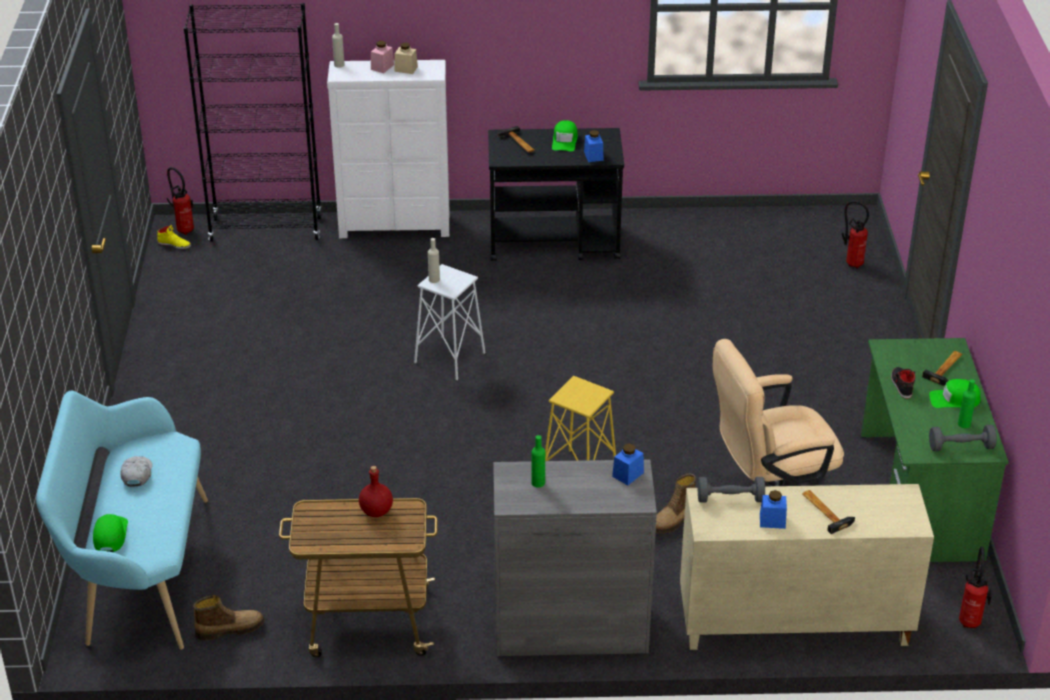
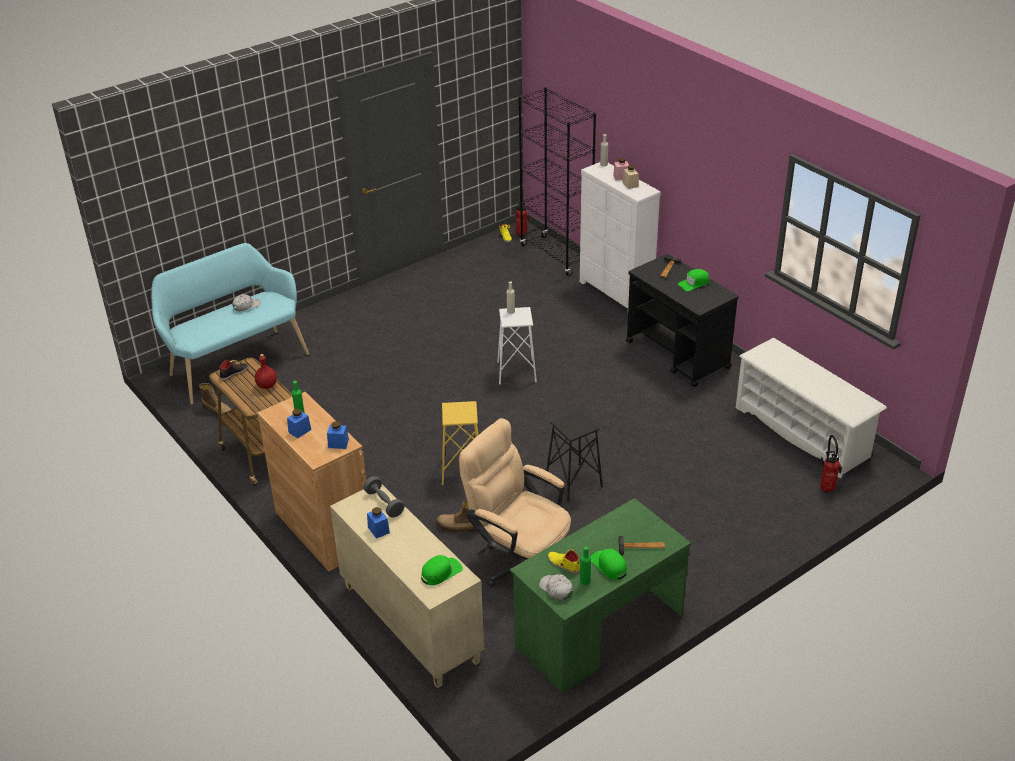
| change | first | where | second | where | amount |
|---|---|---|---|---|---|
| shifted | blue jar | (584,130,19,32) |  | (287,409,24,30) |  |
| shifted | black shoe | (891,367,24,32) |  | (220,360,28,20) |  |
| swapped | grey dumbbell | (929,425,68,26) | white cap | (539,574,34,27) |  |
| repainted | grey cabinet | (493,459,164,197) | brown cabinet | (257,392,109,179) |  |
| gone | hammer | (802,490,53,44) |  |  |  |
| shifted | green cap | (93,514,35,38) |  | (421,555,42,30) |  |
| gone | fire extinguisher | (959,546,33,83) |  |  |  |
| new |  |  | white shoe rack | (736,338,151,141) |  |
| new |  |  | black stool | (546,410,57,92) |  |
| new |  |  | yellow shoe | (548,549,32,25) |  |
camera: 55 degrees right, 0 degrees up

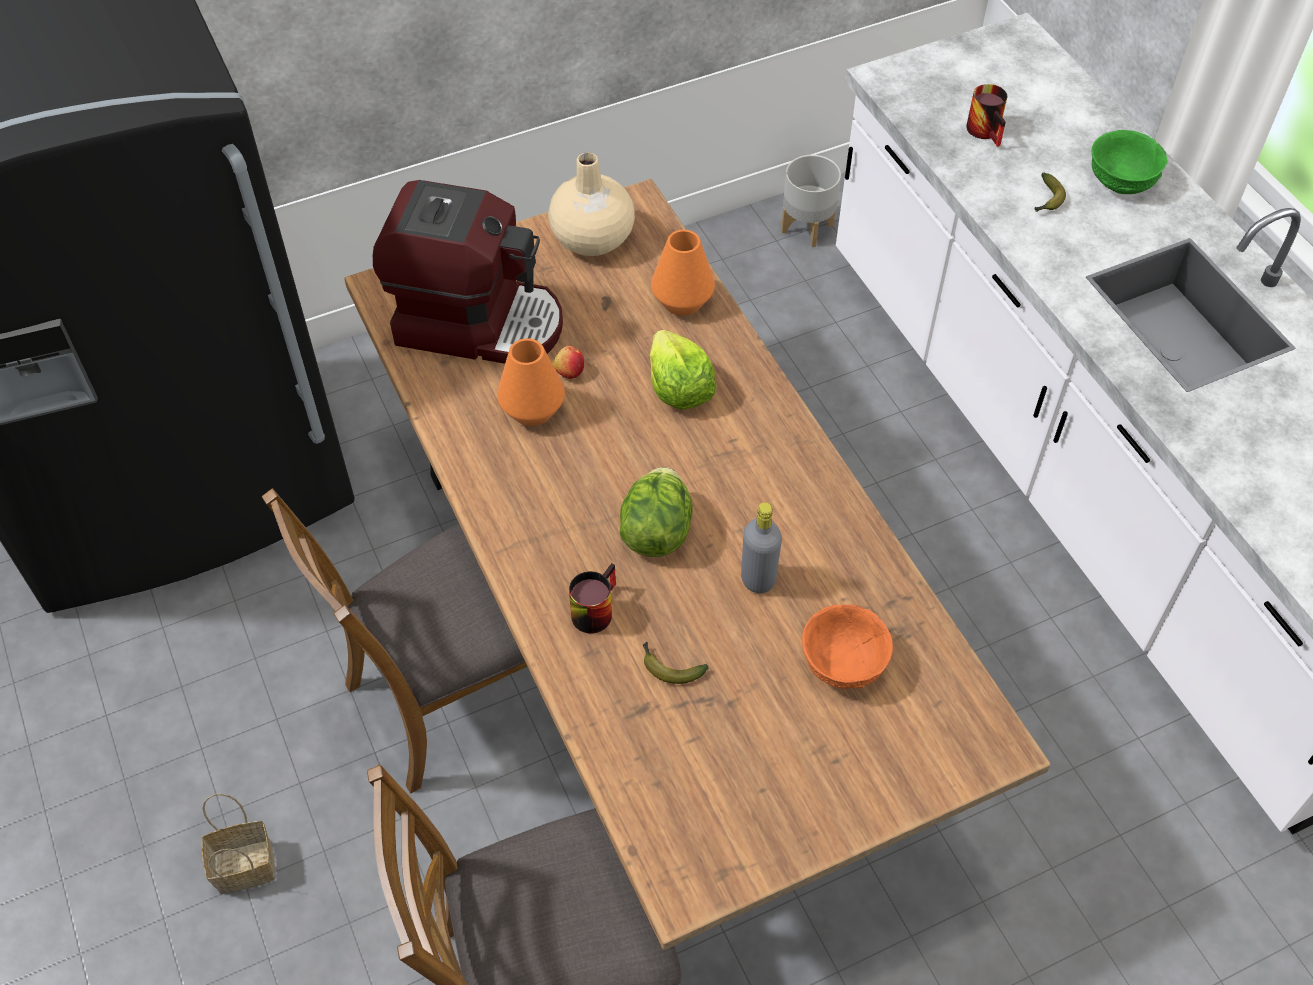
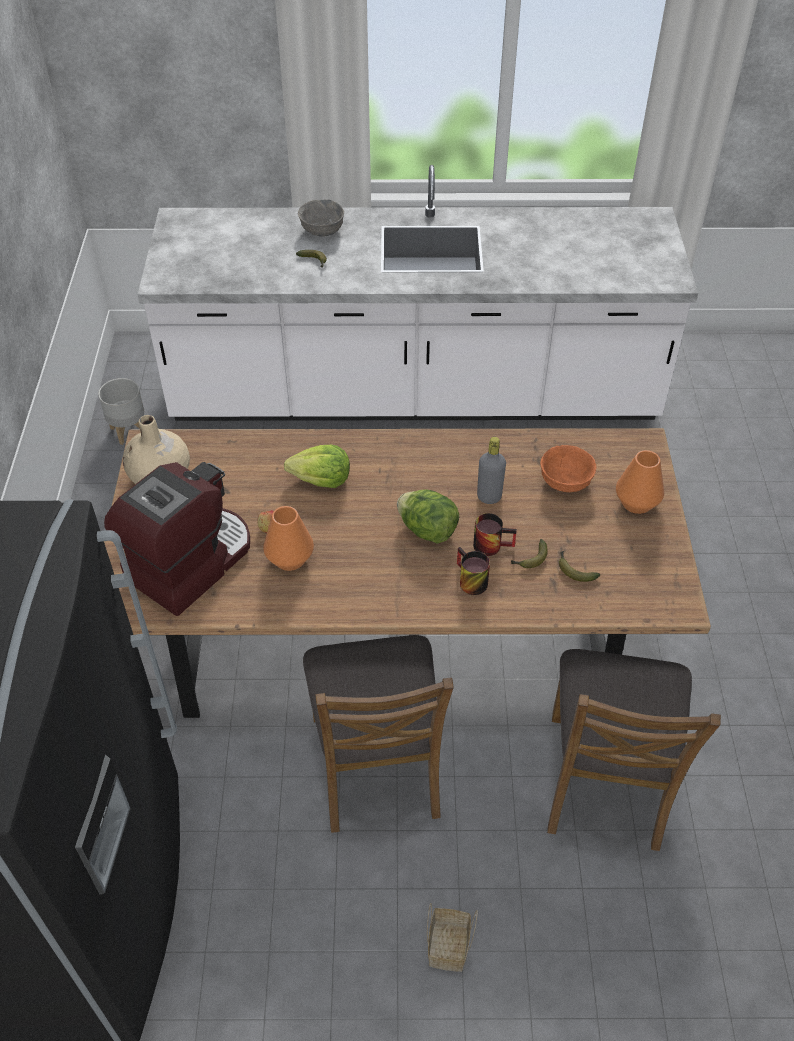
| change | first | where | second | where | amount |
|---|---|---|---|---|---|
| shifted | mug | (966,84,41,63) |  | (473,513,44,43) |  |
| repainted | green bowl | (1091,130,76,64) | grey bowl | (298,200,46,37) |  |
| shifted | orange vase | (651,229,64,87) |  | (616,450,48,64) |  |
| new |  |  | banana | (559,551,41,31) |  |
camera: 65 degrees left, 5 degrees down

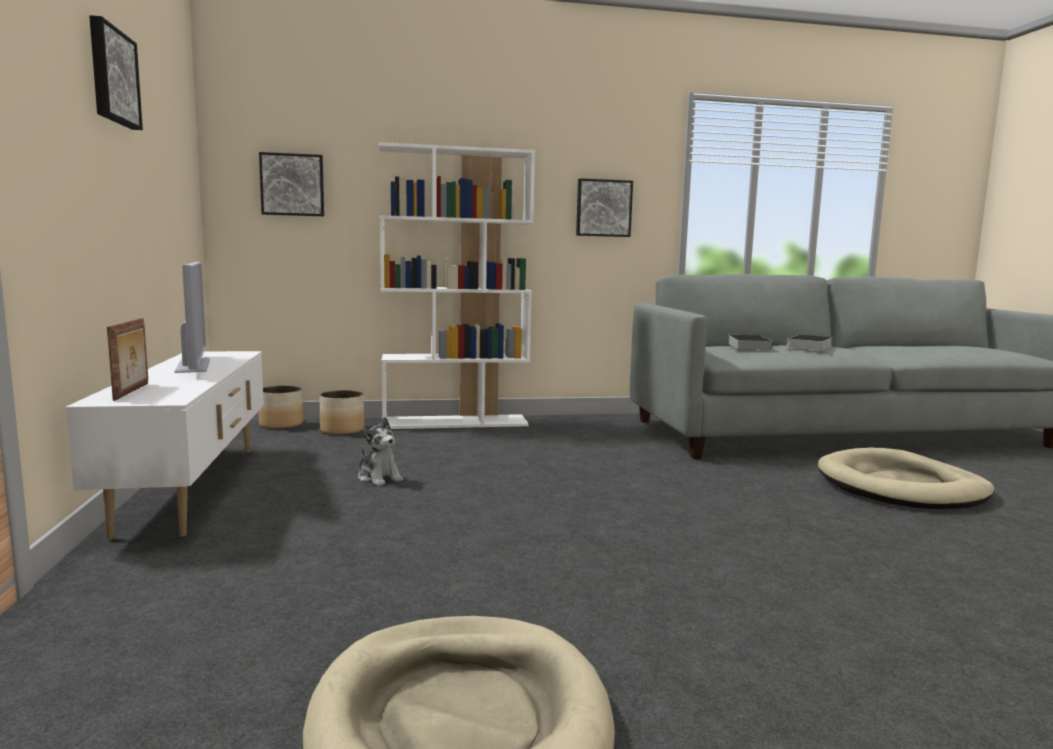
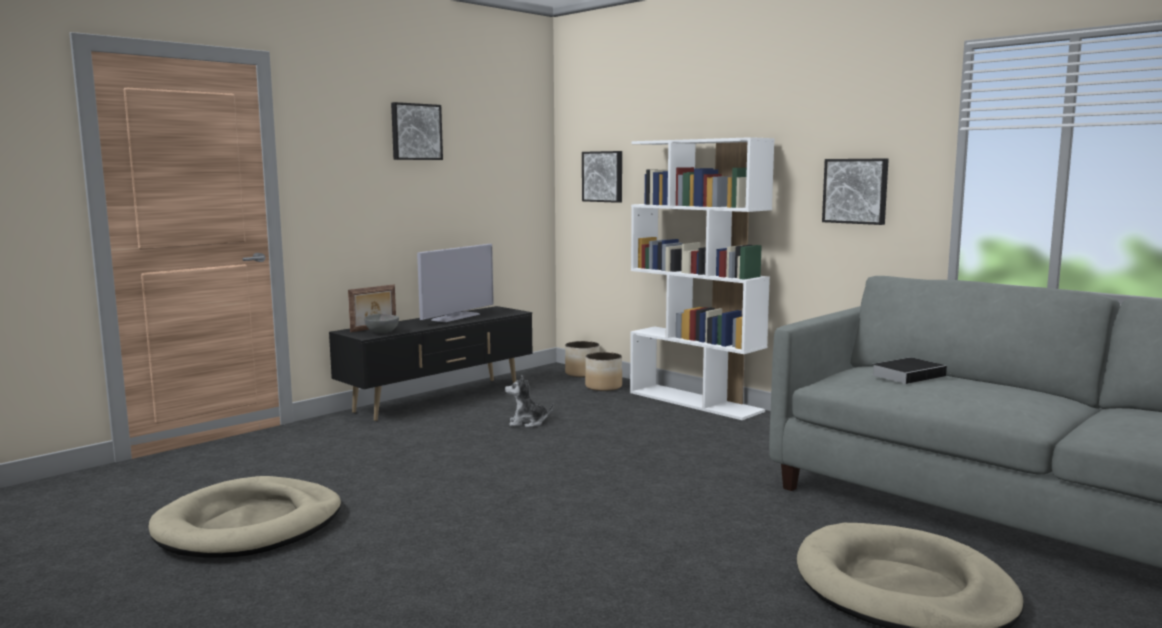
| change | first | where | second | where | amount |
|---|---|---|---|---|---|
| gone | book | (786,335,47,16) |  |  |  |
| repainted | white tv stand | (66,351,198,189) | black tv stand | (329,306,203,115) |  |
| rotated | plush toy | (358,417,45,69) |  | (505,375,49,53) | 75 degrees clockwise |
| new |  |  | grey bowl | (364,314,35,19) |  |
camera: 55 degrees right, 0 degrees up

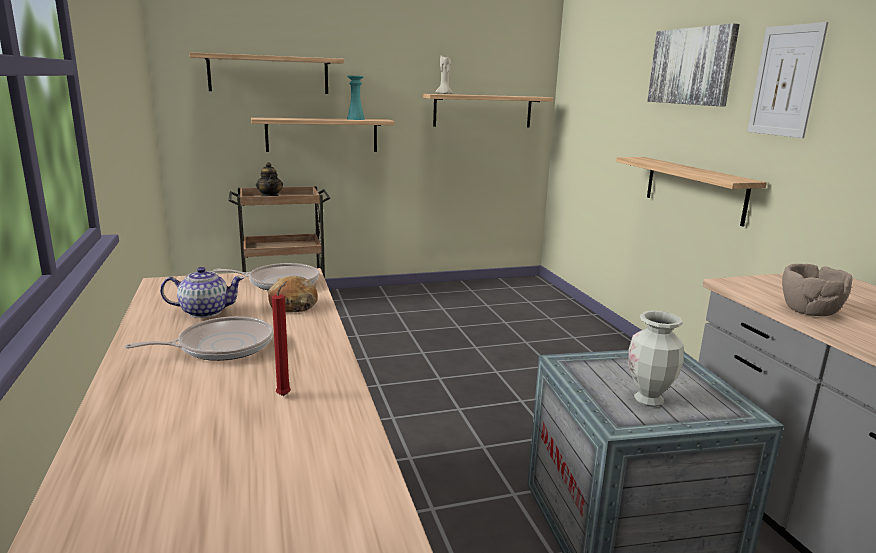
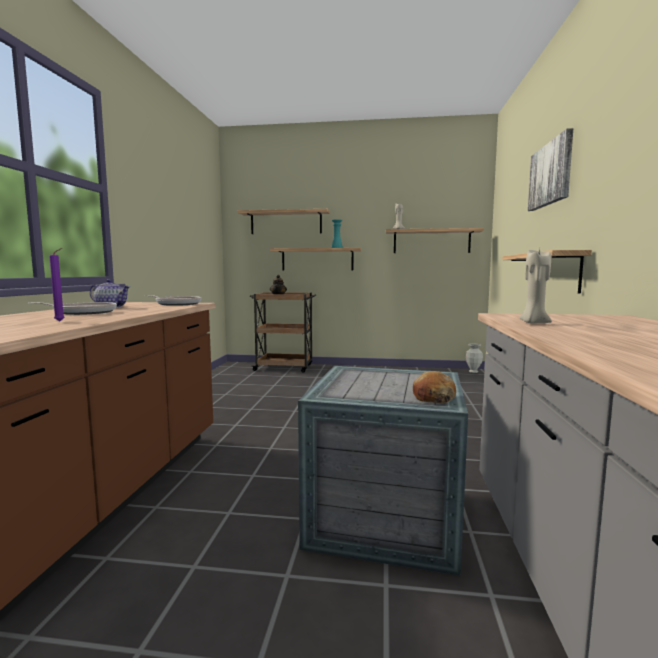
| change | first | where | second | where | amount |
|---|---|---|---|---|---|
| gone | picture | (747,22,82,116) |  |  |  |
| swapped | brown bowl | (782,264,70,52) | beige candle | (520,248,32,75) |  |
| shifted | bread | (268,276,50,37) |  | (413,371,43,32) |  |
| repainted | red candle | (272,281,19,115) | purple candle | (49,248,16,73) |  |
| shifted | vase | (628,311,56,96) |  | (466,344,17,29) |  |
camera: 25 degrees right, 10 degrees down

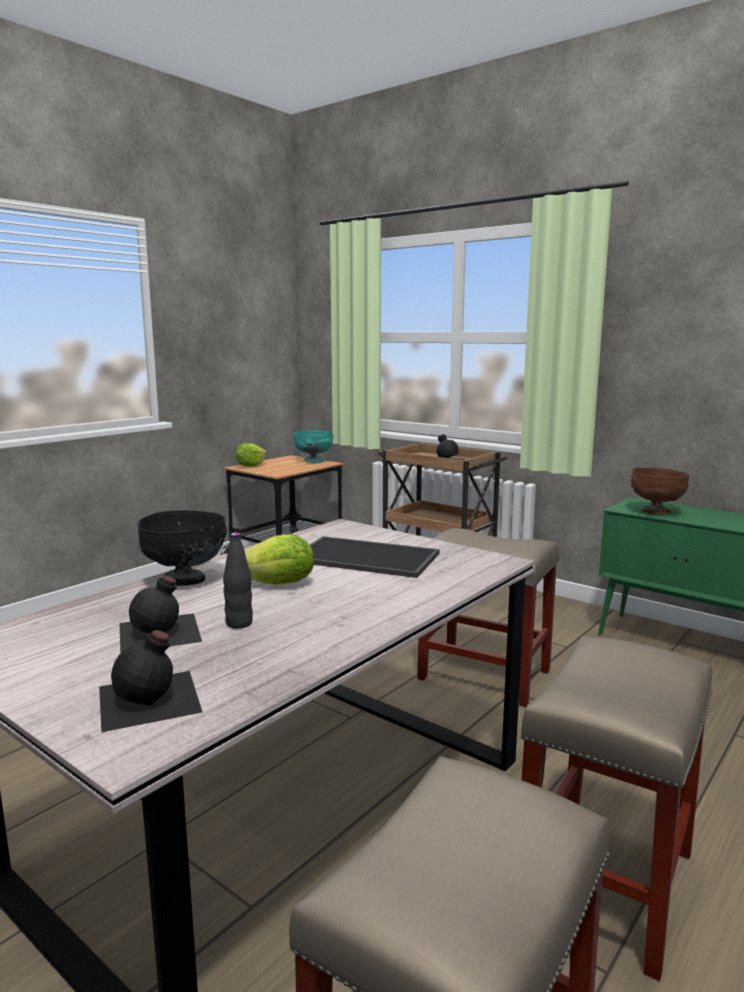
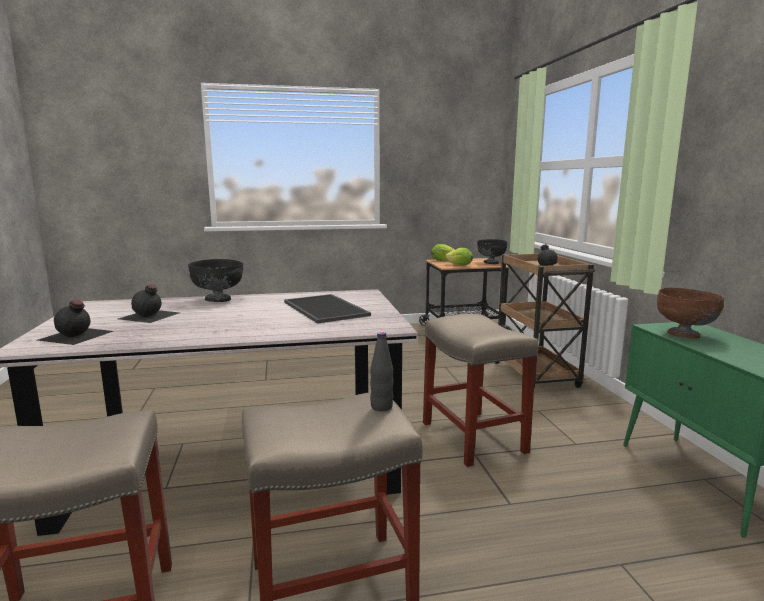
| change | first | where | second | where | amount |
|---|---|---|---|---|---|
| repainted | turquoise bowl | (293,430,40,33) | black bowl | (477,239,30,25) |  |
| shifted | black bottle | (223,533,30,96) |  | (370,332,23,79) |  |
| shifted | lettuce | (245,534,69,51) |  | (445,248,28,18) |  |
camera: 40 degrees right, 0 degrees up

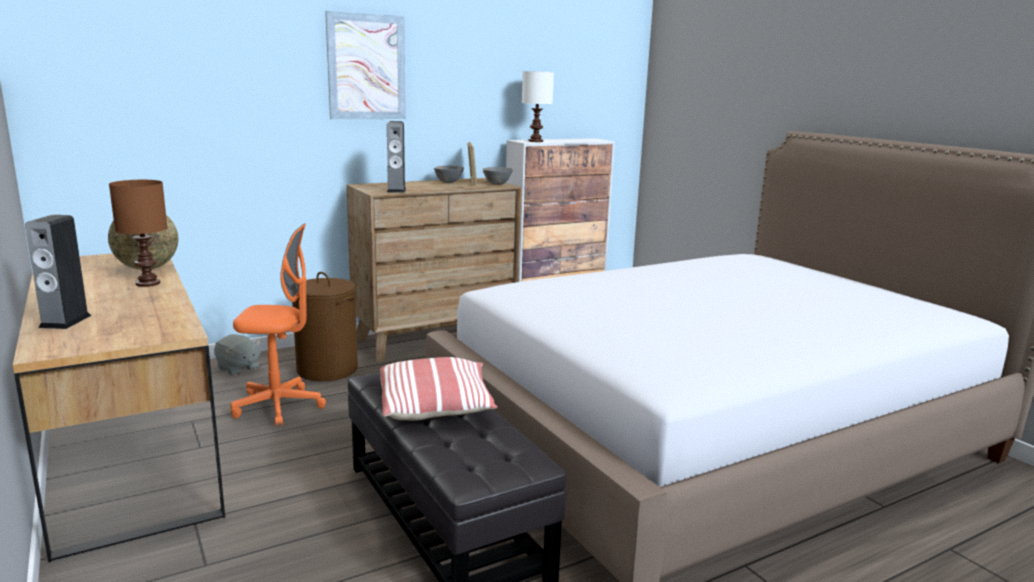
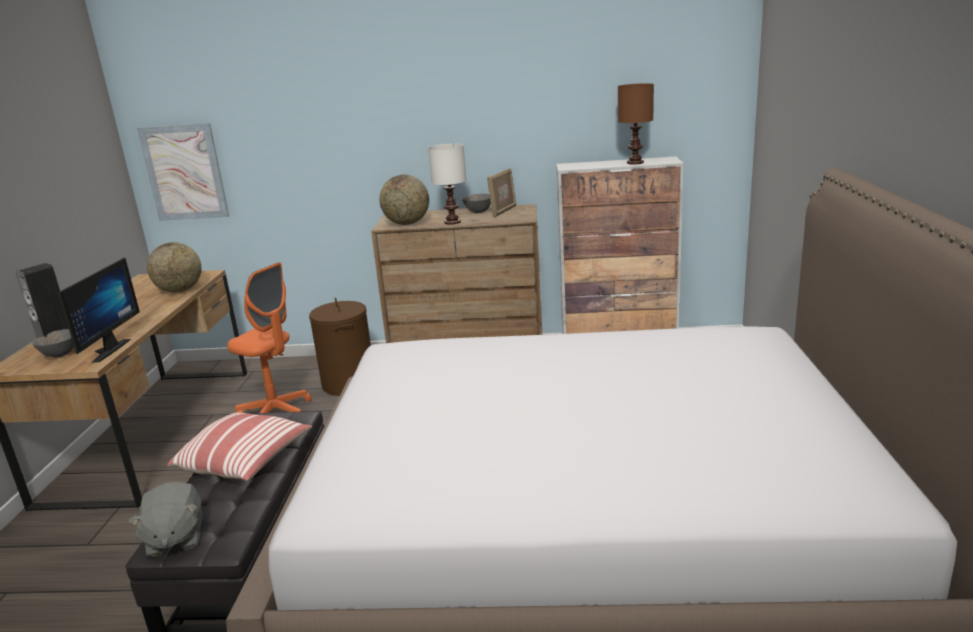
| change | first | where | second | where | amount |
|---|---|---|---|---|---|
| shifted | picture | (325,11,81,108) |  | (137,123,92,98) |  |
| shifted | white table lamp | (522,71,32,71) |  | (428,144,38,81) |  |
| swapped | speaker | (387,121,19,72) | globe | (379,174,50,51) |  |
| shifted | grey bowl | (483,167,30,18) |  | (32,329,42,29) |  |
| shifted | brown table lamp | (109,180,59,107) |  | (618,83,36,82) |  |
| shifted | grey plush toy | (214,334,47,42) |  | (128,482,75,75) |  |
| new |  |  | monitor | (58,257,82,105) |  |
camera: 35 degrees right, 5 degrees up

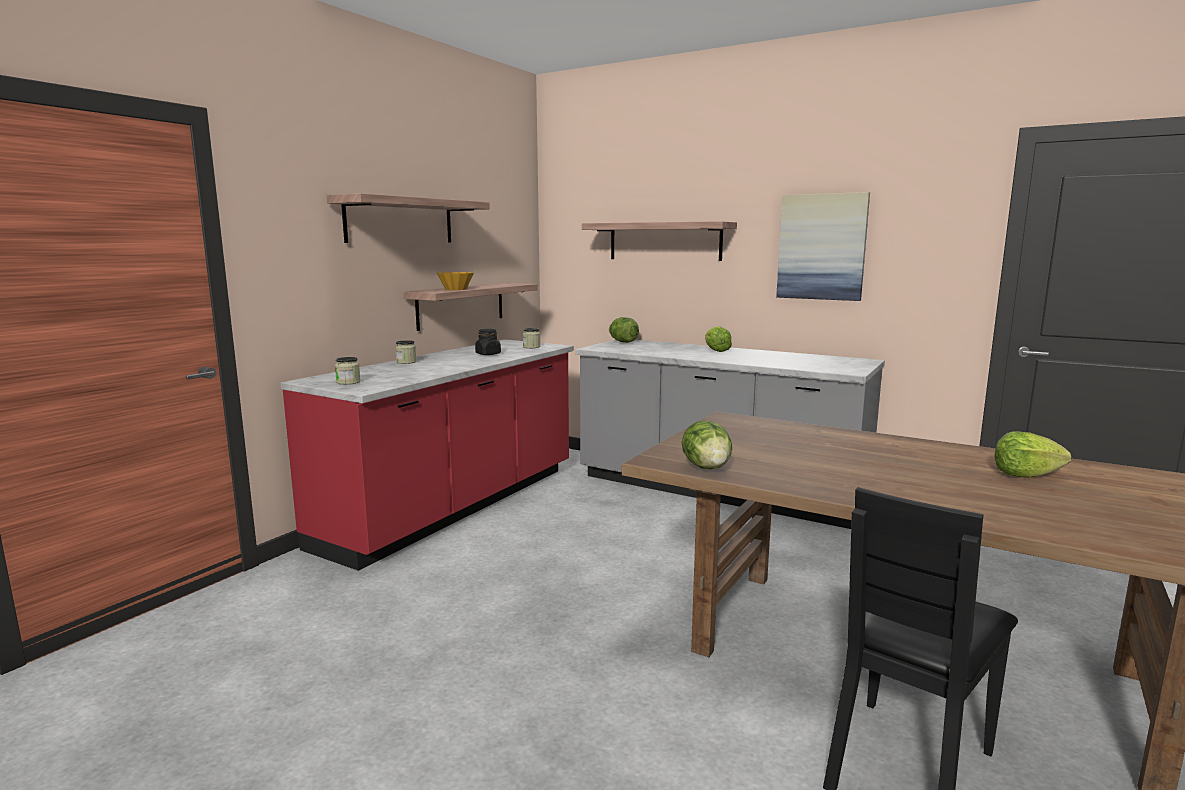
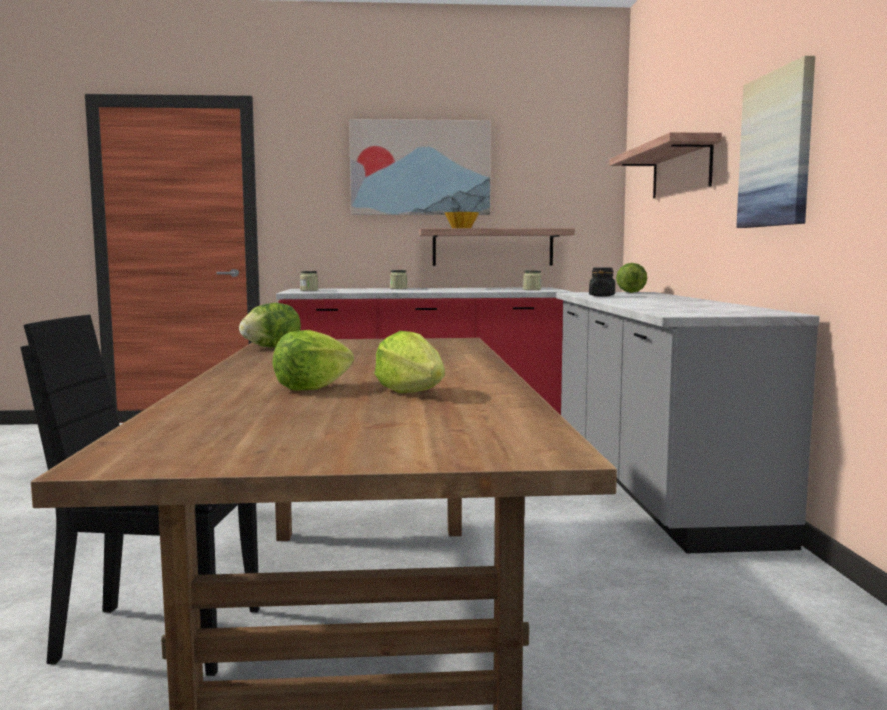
| change | first | where | second | where | amount |
|---|---|---|---|---|---|
| swapped | shelf | (327,193,163,50) | picture | (349,119,142,96) |  |
| shifted | lettuce | (705,326,27,26) |  | (272,330,82,61) |  |
| shifted | black jar | (475,329,26,26) |  | (589,268,26,28) |  |
camera: 55 degrees right, 5 degrees down

